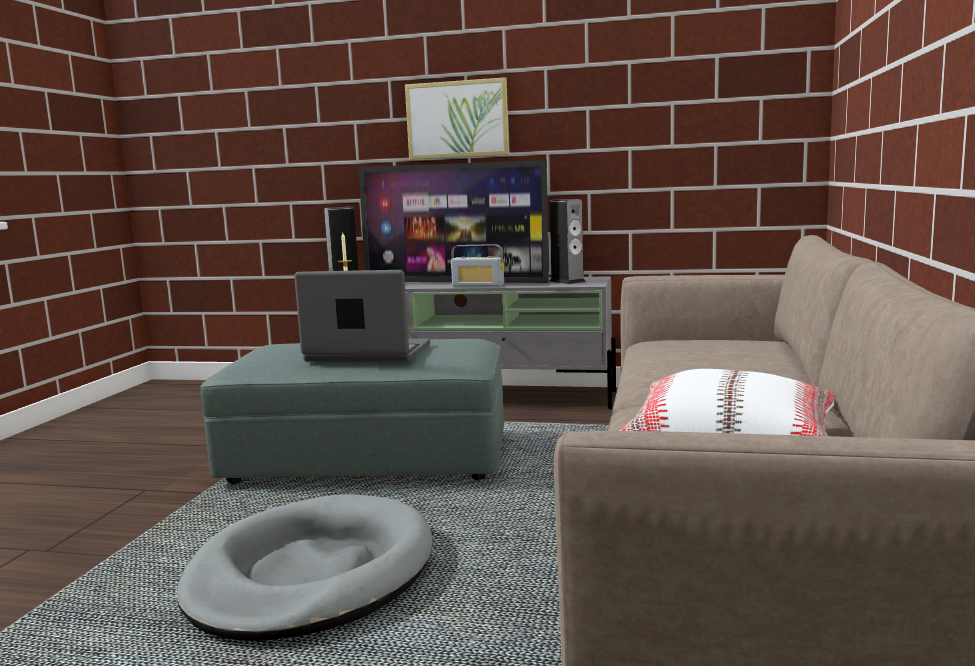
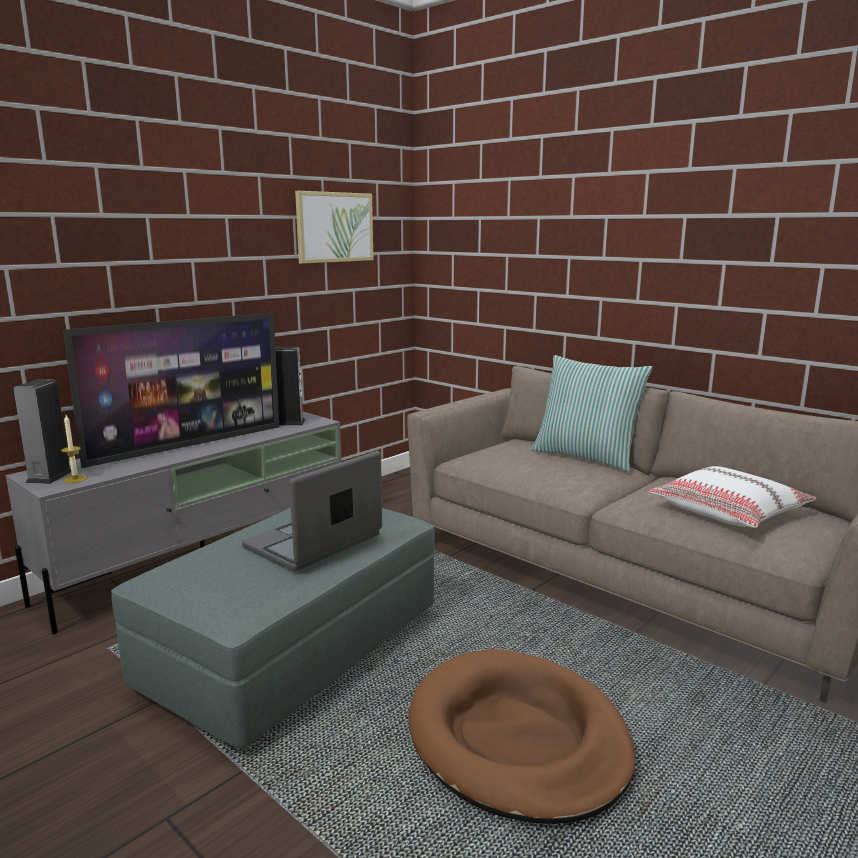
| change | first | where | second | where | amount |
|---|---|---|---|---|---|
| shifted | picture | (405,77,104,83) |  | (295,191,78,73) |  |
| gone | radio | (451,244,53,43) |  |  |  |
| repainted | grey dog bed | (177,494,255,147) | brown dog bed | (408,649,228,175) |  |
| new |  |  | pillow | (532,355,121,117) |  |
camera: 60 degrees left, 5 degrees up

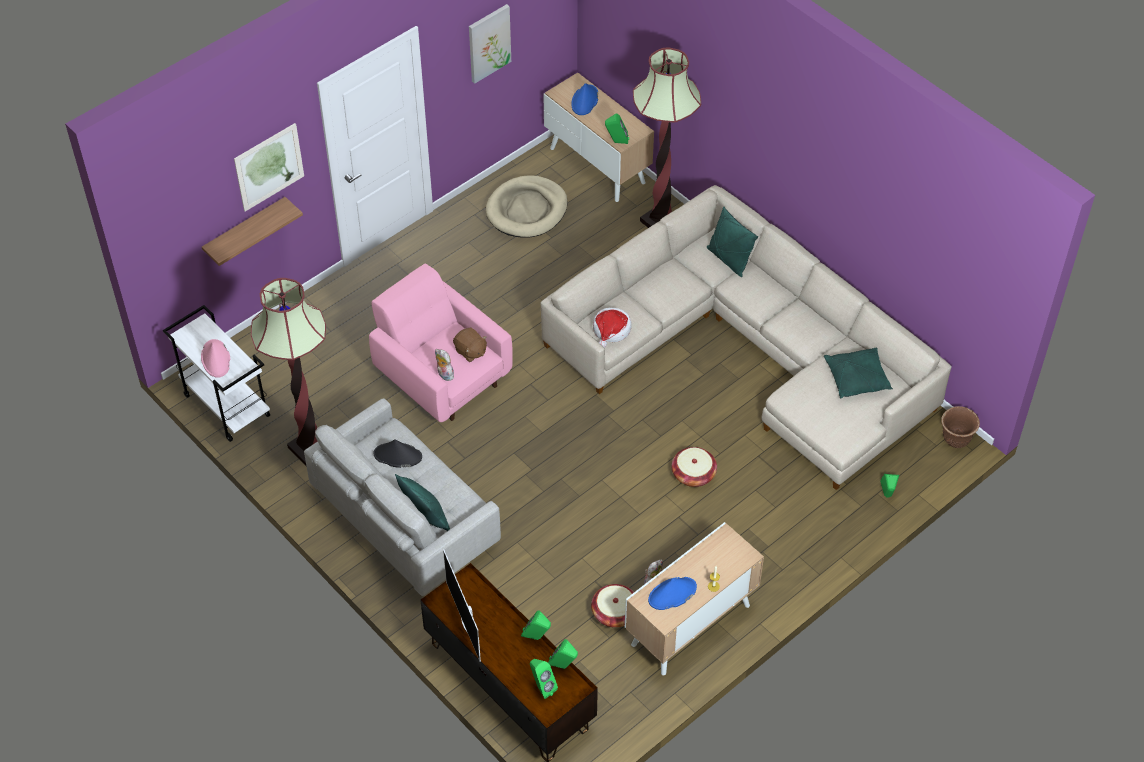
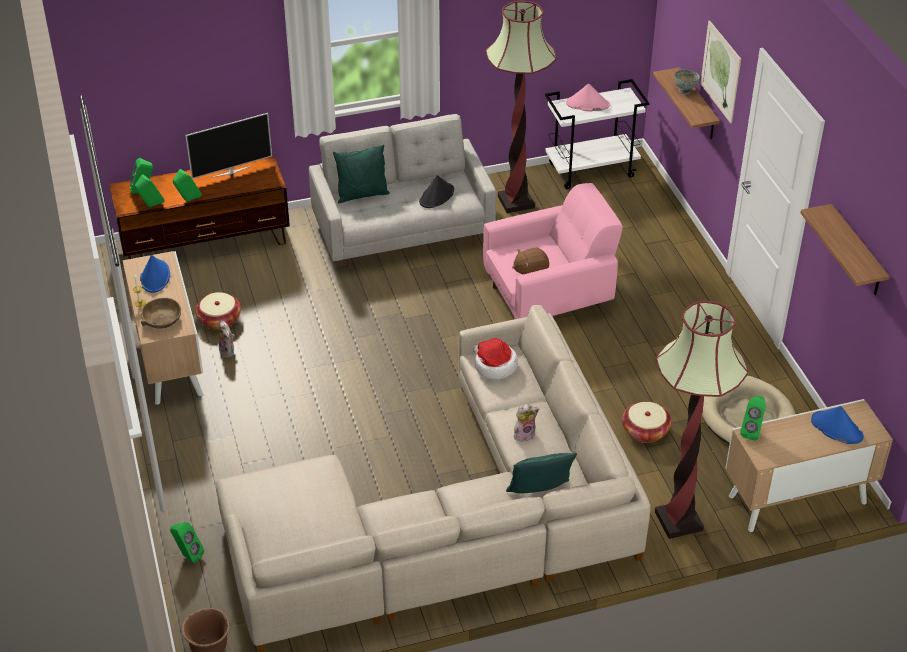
| change | first | where | second | where | amount |
|---|---|---|---|---|---|
| swapped | picture | (469,4,42,80) | shelf | (801,204,88,91) |  |
| gone | green pillow | (824,348,69,50) |  |  |  |
| shifted | plush toy | (435,349,21,32) |  | (514,404,26,37) |  |
| shifted | basket | (672,447,45,40) |  | (622,402,49,41) |  |
| rotated | television | (443,549,38,113) |  | (185,113,87,66) | 150 degrees clockwise |
| new |  |  | grey bowl | (674,70,26,25) |  |
| new |  |  | brown bowl | (141,298,40,31) |  |
camera: 115 degrees right, 10 degrees down

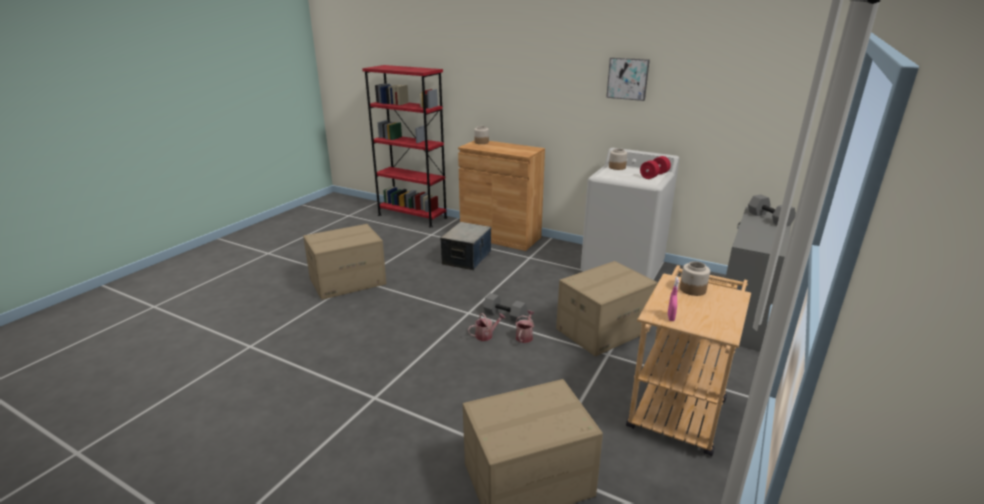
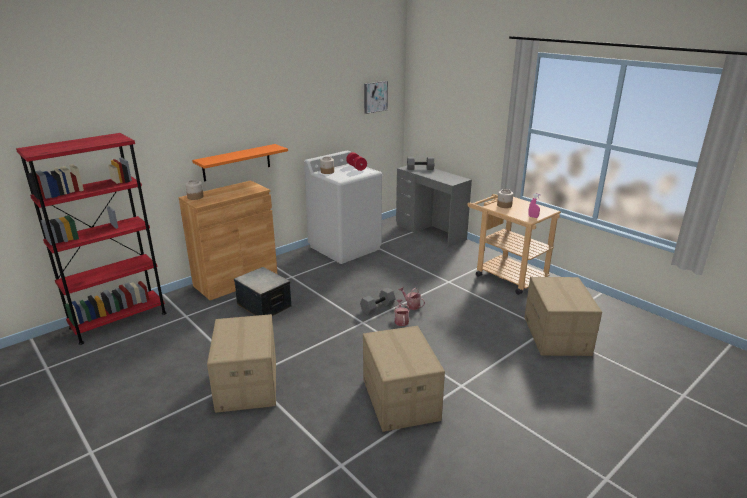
| change | first | where | second | where | amount |
|---|---|---|---|---|---|
| shifted | picture | (606,58,44,43) |  | (364,81,24,33) |  |
| shifted | cardboard box | (556,261,101,96) |  | (363,326,82,106) |  |
| new |  |  | orange shelf | (192,144,96,38) |  |
camera: 70 degrees left, 0 degrees up

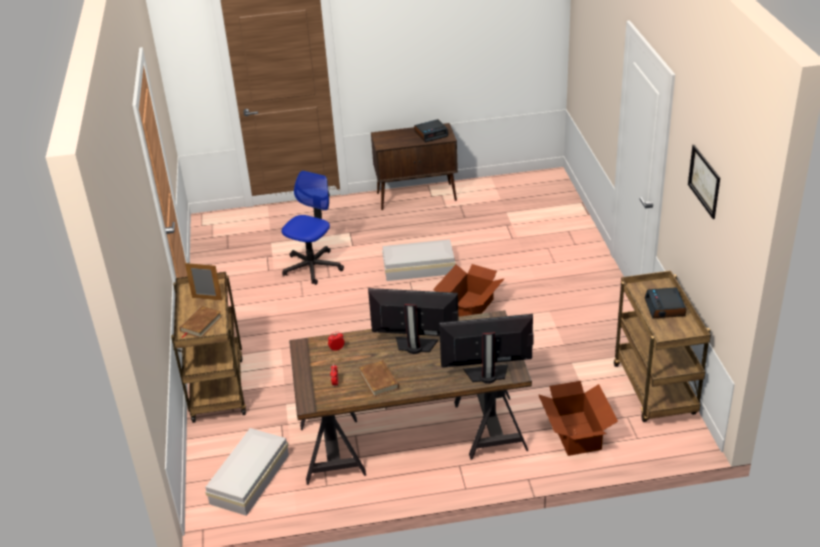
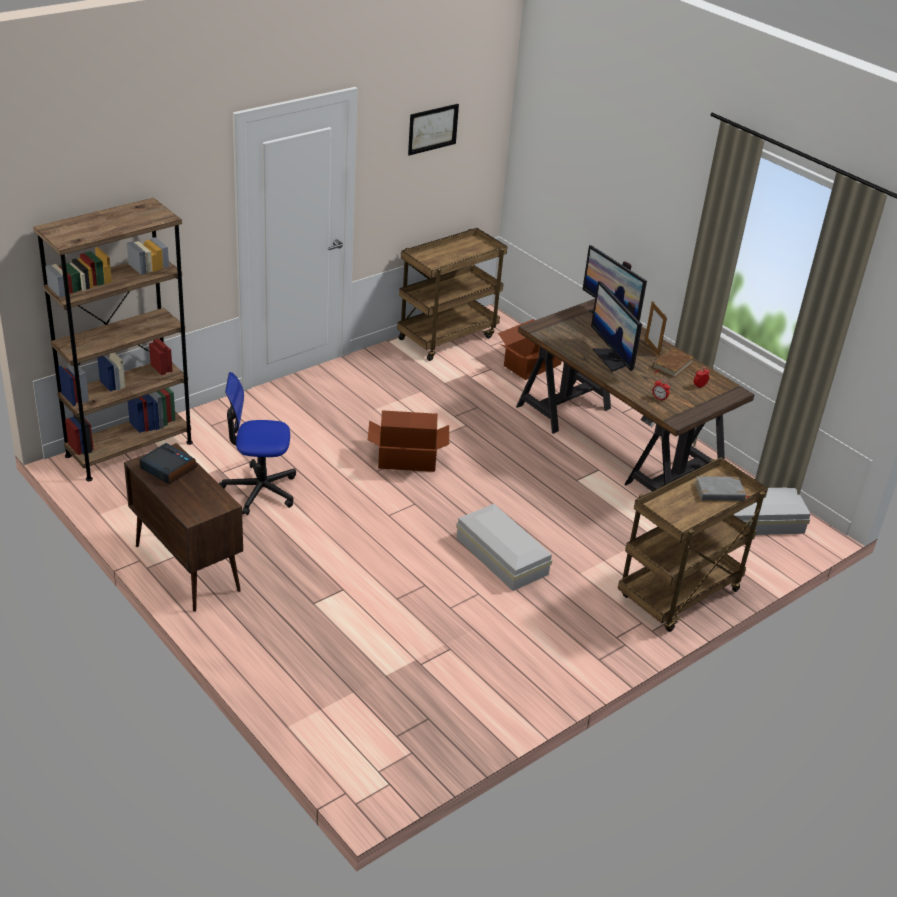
| change | first | where | second | where | amount |
|---|---|---|---|---|---|
| shifted | office chair | (281,171,63,114) |  | (219,372,77,143) |  |
| shifted | white storage box | (382,239,73,42) |  | (456,504,96,87) |  |
| shifted | picture frame | (185,263,37,38) |  | (645,301,22,55) |  |
| gone | alarm clock | (645,287,41,32) |  |  |  |
| repainted | brown book | (180,306,42,32) | grey book | (695,476,54,25) |  |
| new |  |  | brown bookcase | (33,198,160,283) |  |
camera: 125 degrees left, 0 degrees up

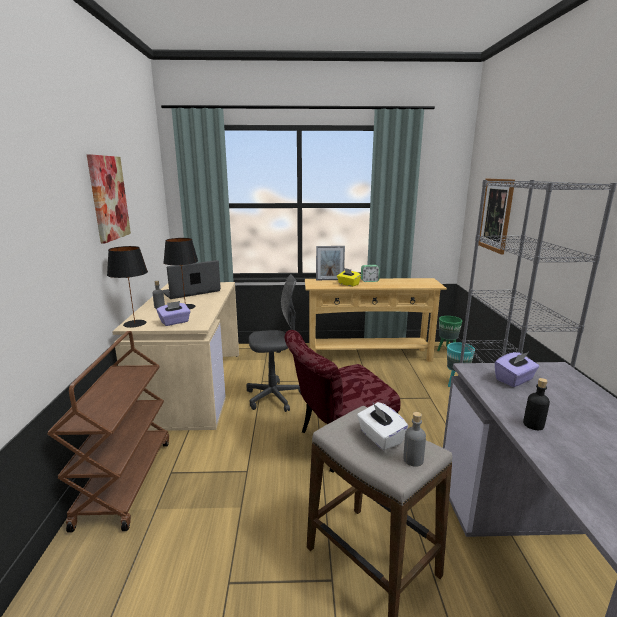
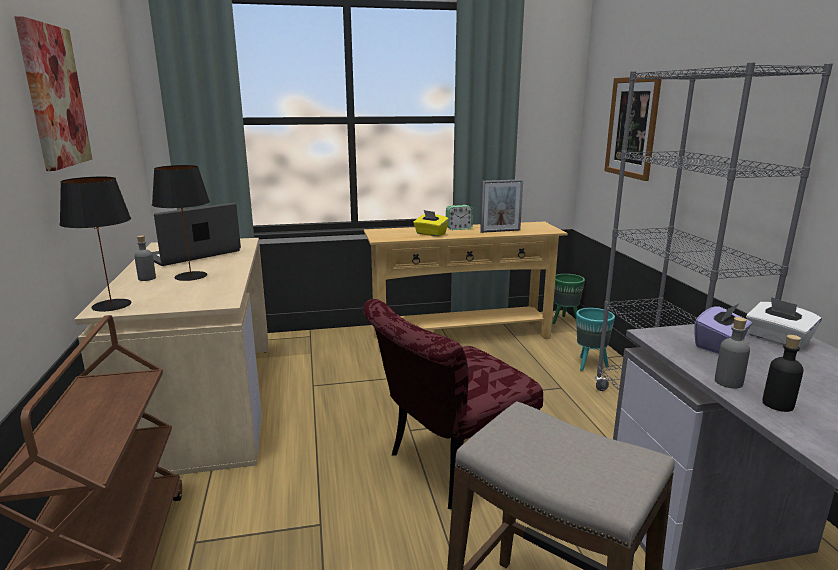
| change | first | where | second | where | amount |
|---|---|---|---|---|---|
| shifted | picture frame | (316,246,29,34) |  | (480,179,43,54) |  |
| gone | grey office chair | (246,274,55,138) |  |  |  |
| gone | purple tissue box | (157,301,34,25) |  |  |  |
| shifted | white tissue box | (357,402,51,48) |  | (746,297,76,51) |  |
| shifted | grey bottle | (403,412,23,55) |  | (715,317,35,72) |  |
camera: 10 degrees left, 0 degrees up

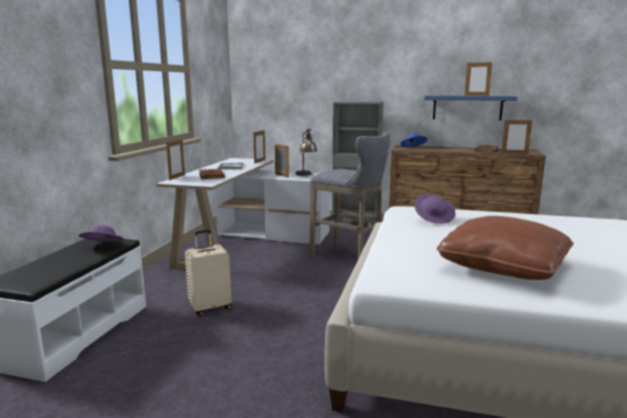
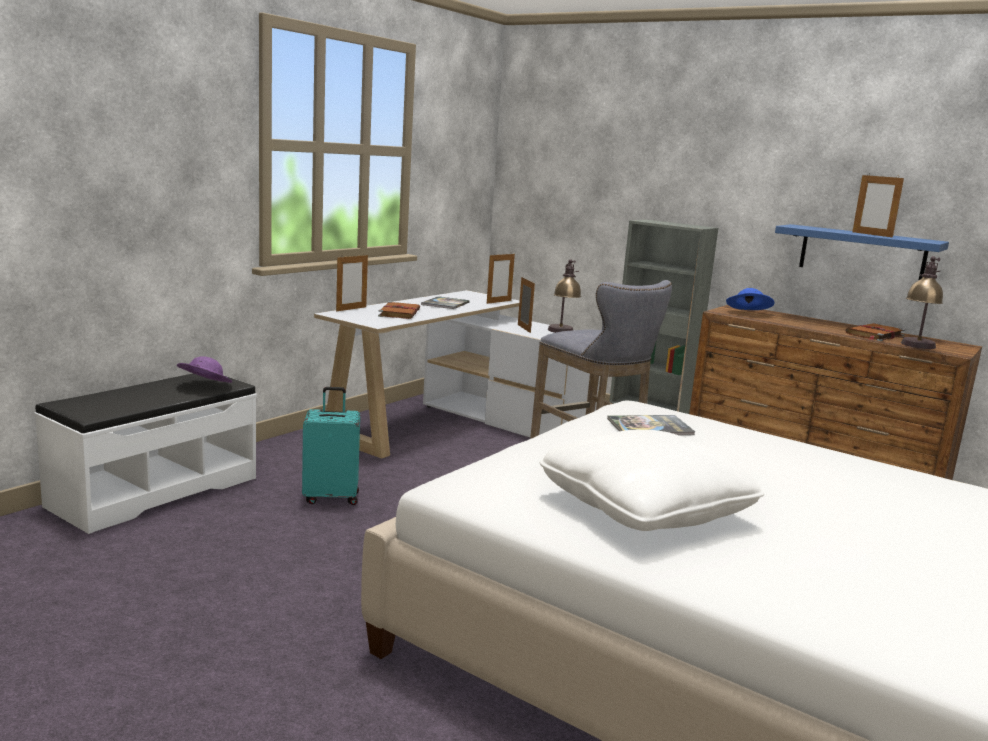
| change | first | where | second | where | amount |
|---|---|---|---|---|---|
| swapped | picture frame | (502,120,30,34) | table lamp | (901,256,42,93) |  |
| swapped | purple hat | (415,194,41,30) | book | (607,415,88,21) |  |
| repainted | brown pillow | (437,216,137,64) | white pillow | (539,430,225,101) |  |
| repainted | beige suitcase | (185,230,47,86) | turquoise suitcase | (302,387,58,118) |  |
camera: 20 degrees right, 0 degrees up

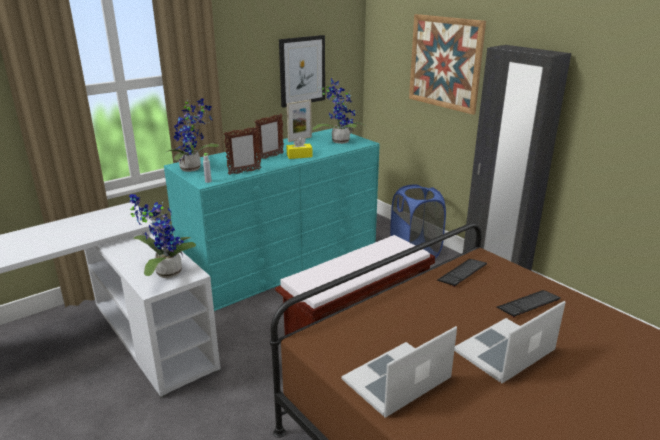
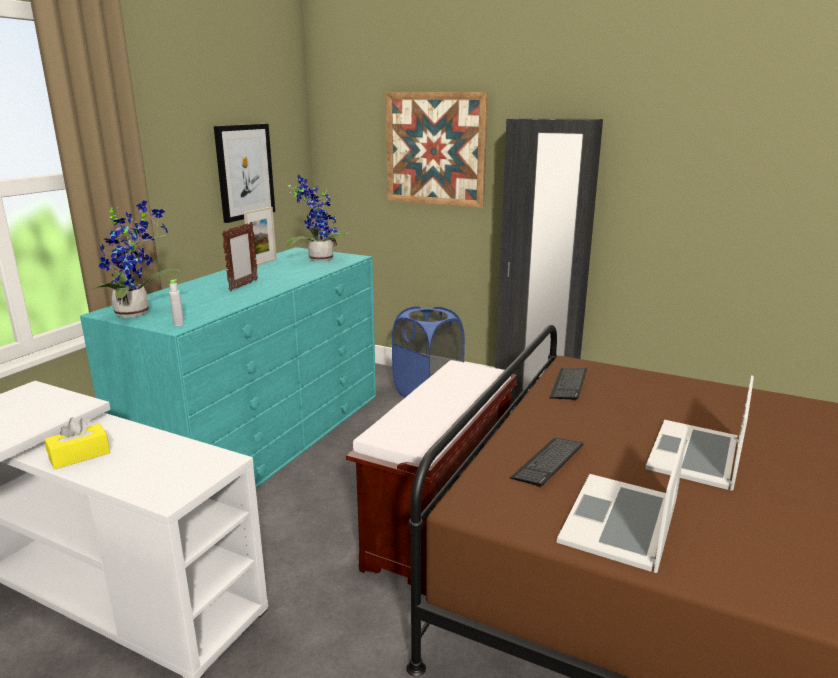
| change | first | where | second | where | amount |
|---|---|---|---|---|---|
| gone | picture frame | (224,126,37,49) |  |  |  |
| shifted | yellow tissue box | (287,137,26,22) |  | (44,417,66,52) |  |
| gone | potted plant | (129,194,67,84) |  |  |  |
| shifted | keyboard | (497,290,64,28) |  | (510,438,74,50) |  |
camera: 25 degrees left, 5 degrees down

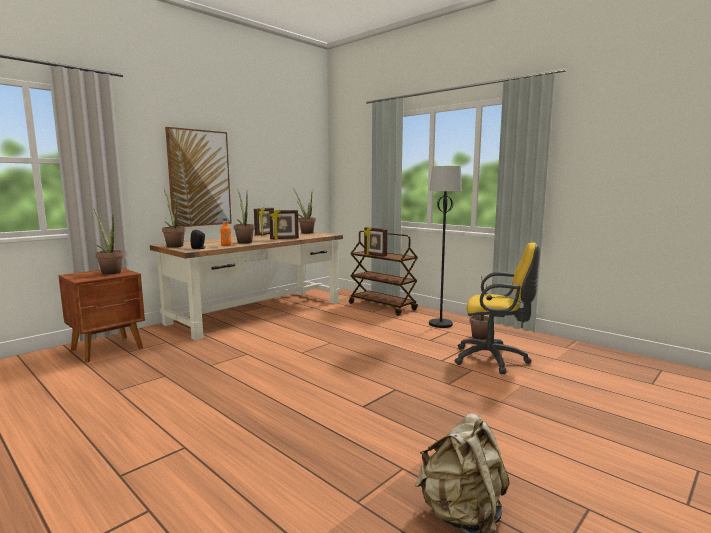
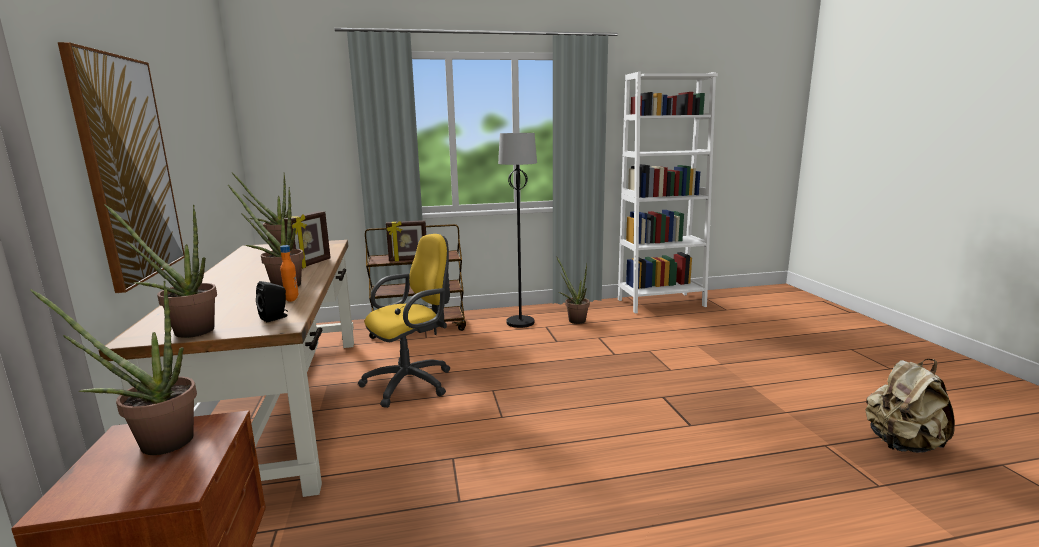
| change | first | where | second | where | amount |
|---|---|---|---|---|---|
| gone | picture frame | (254,208,20,28) |  |  |  |
| shifted | yellow office chair | (454,242,86,132) |  | (358,234,93,174) |  |
| new |  |  | white bookcase | (618,72,100,241) |  |
camera: 55 degrees left, 5 degrees up

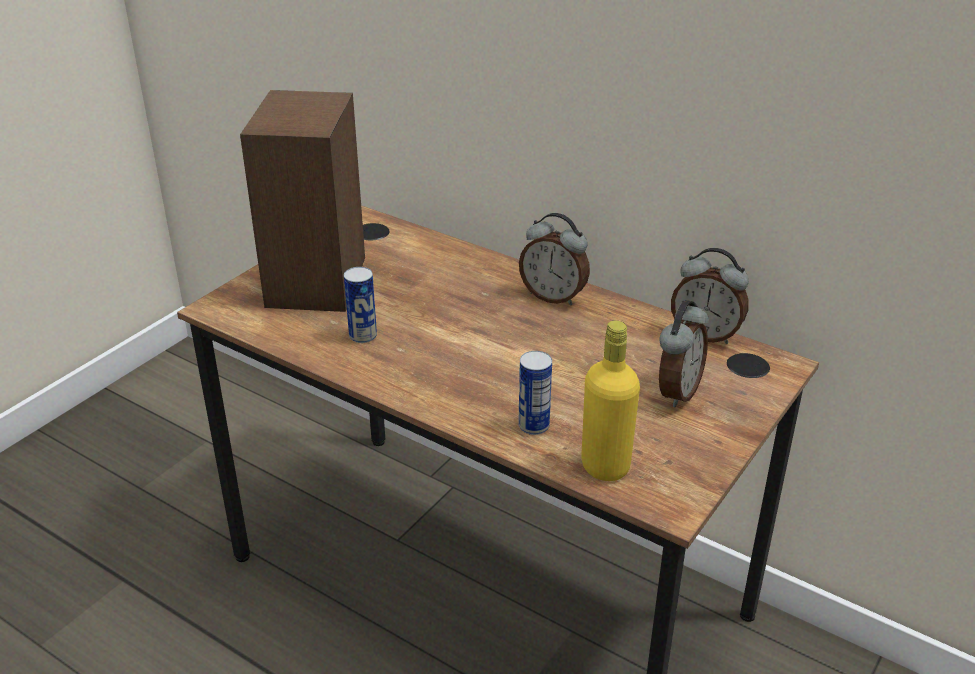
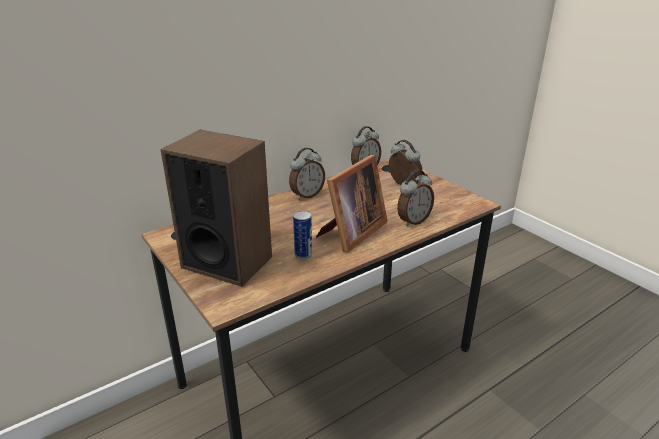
| change | first | where | second | where | amount |
|---|---|---|---|---|---|
| gone | yellow bottle | (581,320,59,161) |  |  |  |
| swapped | can | (518,351,34,84) | alarm clock | (397,170,37,57) |  |
| new |  |  | picture frame | (316,155,72,97) |  |
camera: 70 degrees left, 5 degrees down

